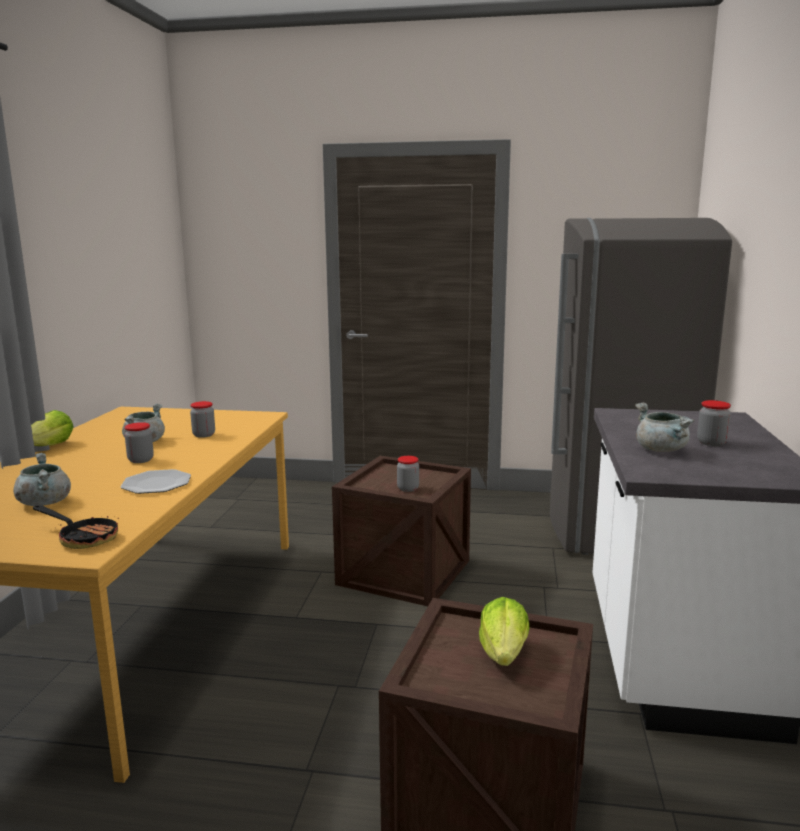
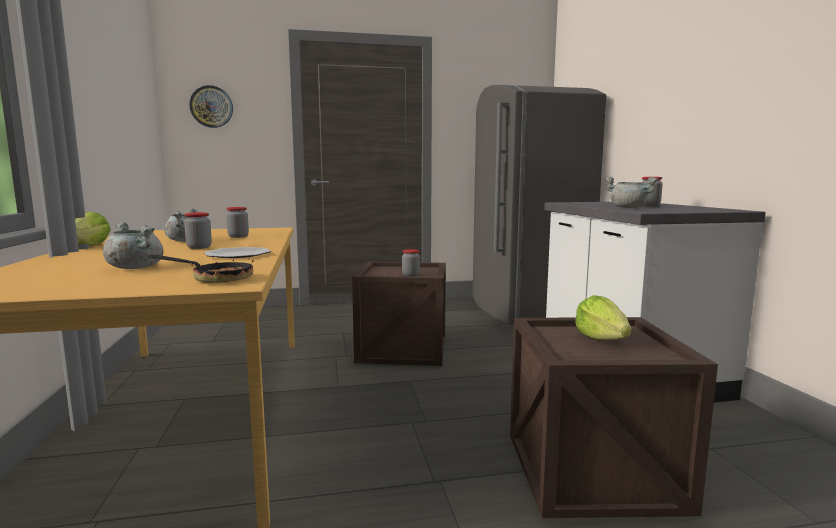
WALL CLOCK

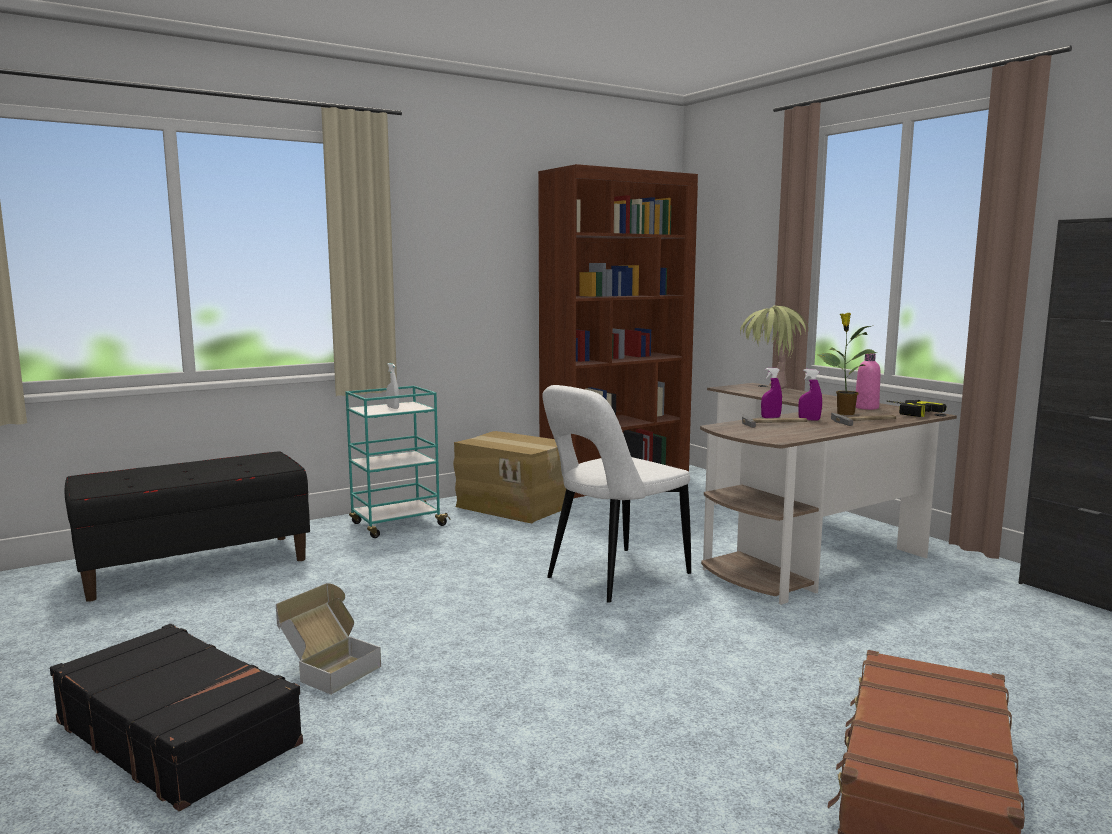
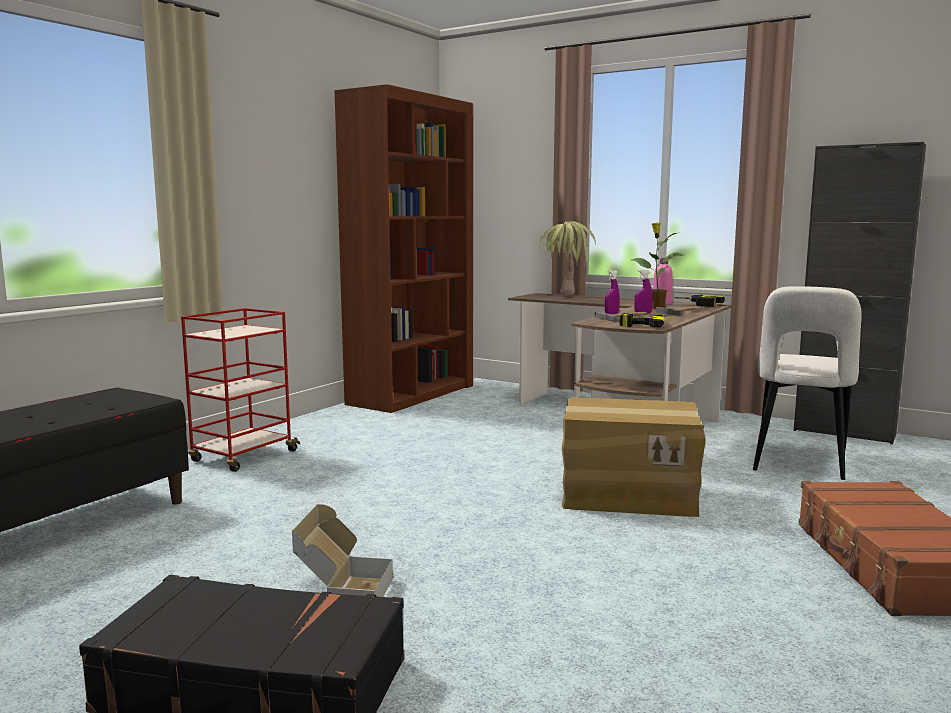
WHITE SPRAY BOTTLE; WHITE CHAIR; RED CART; CARDBOARD BOX (2nd from left); POWER DRILL (1st from left)

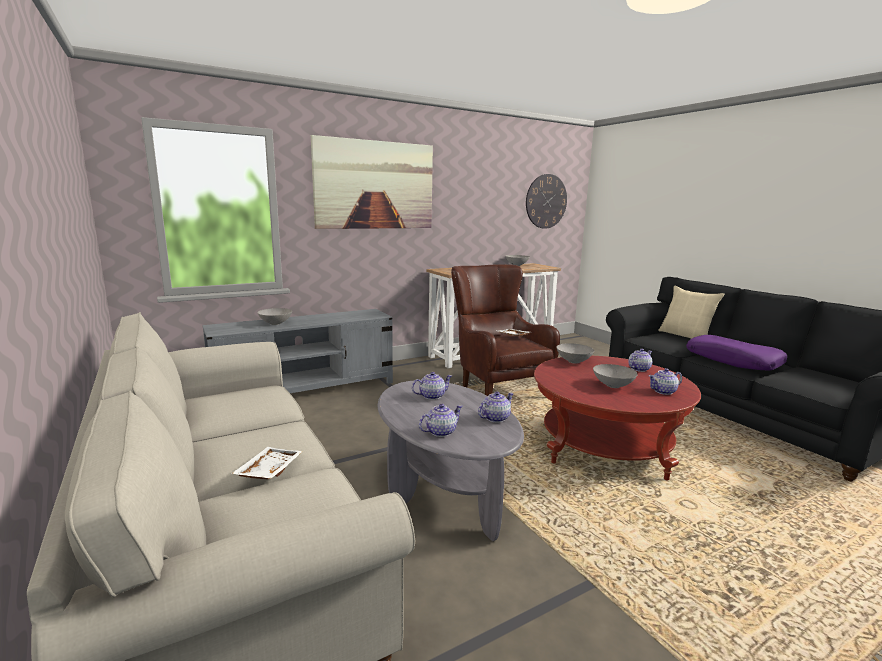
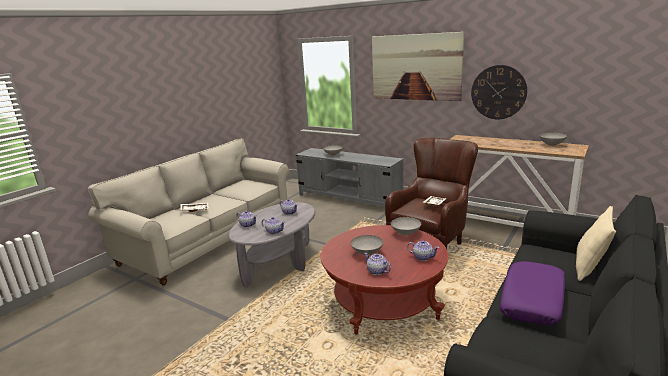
WALL CLOCK

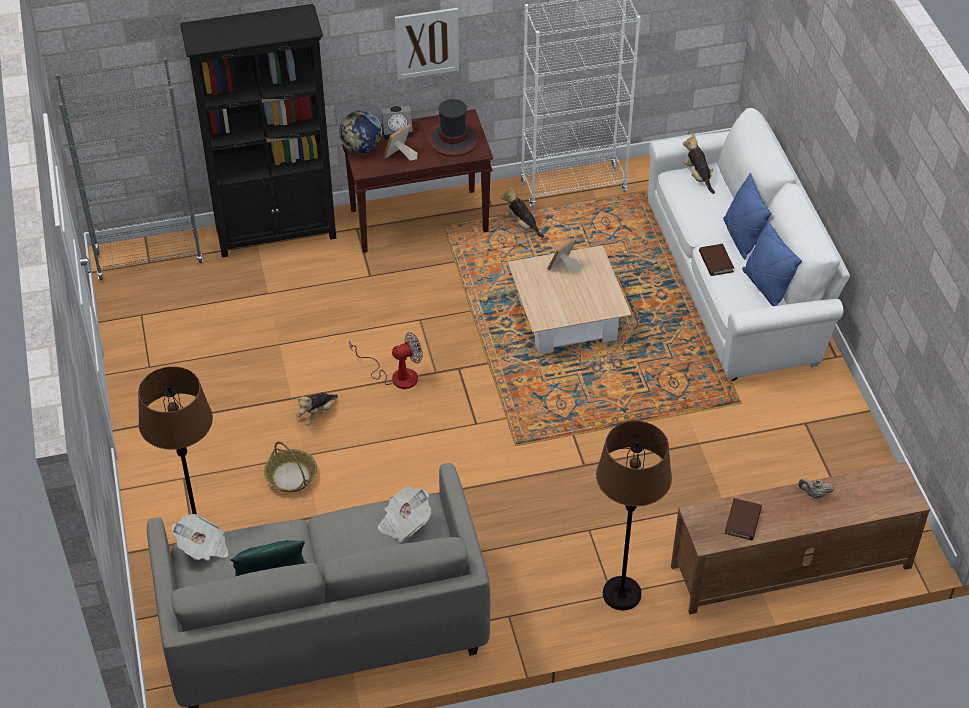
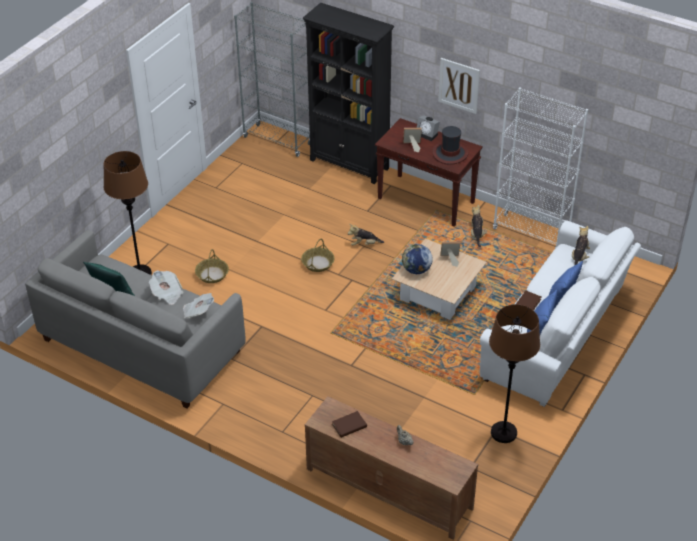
GLOBE; BASKET (2nd from left); PLUSH TOY (1st from left); BROWN FLOOR LAMP (2nd from left); NEWSPAPER (1st from left)

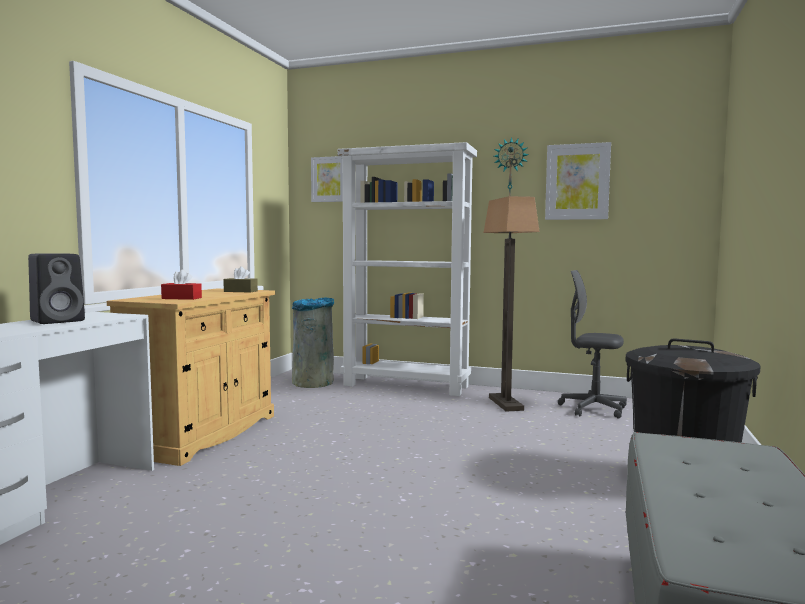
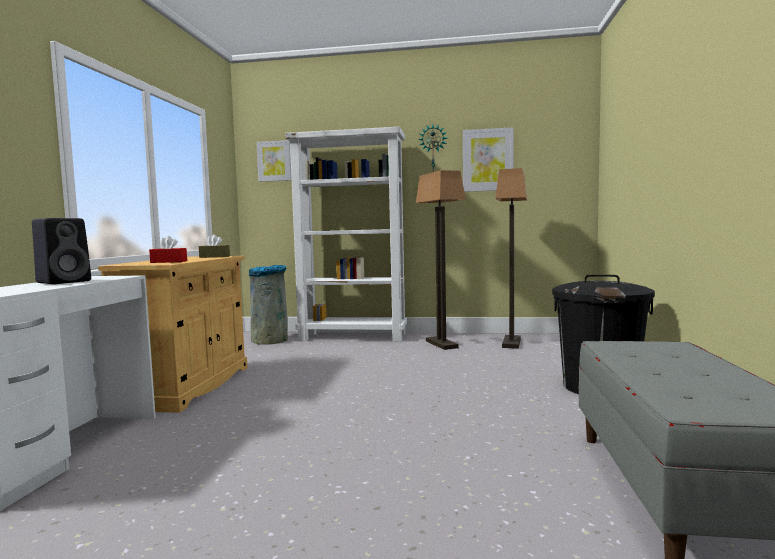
FLOOR LAMP (2nd from left)

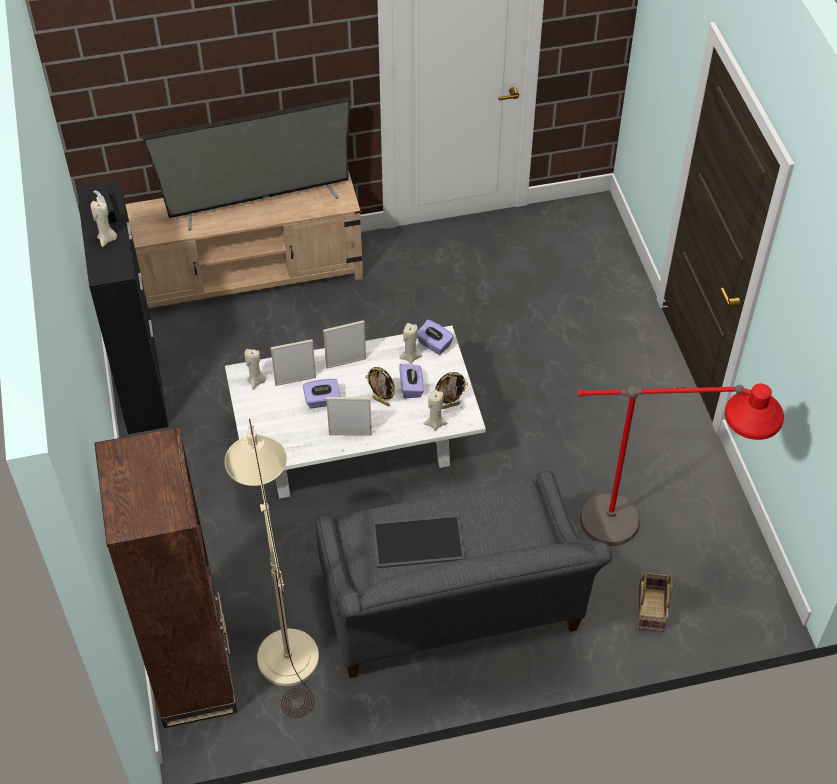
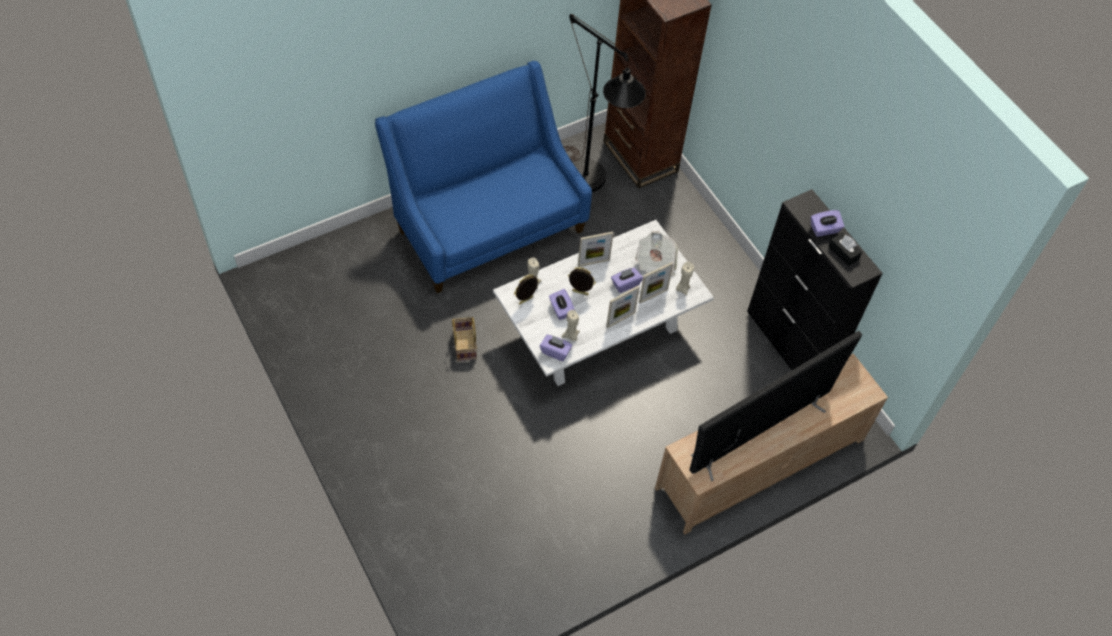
PURPLE TISSUE BOX (4th from left); RED FLOOR LAMP; BLACK FLOOR LAMP; BLUE SOFA; TRAY; BASKET; NEWSPAPER

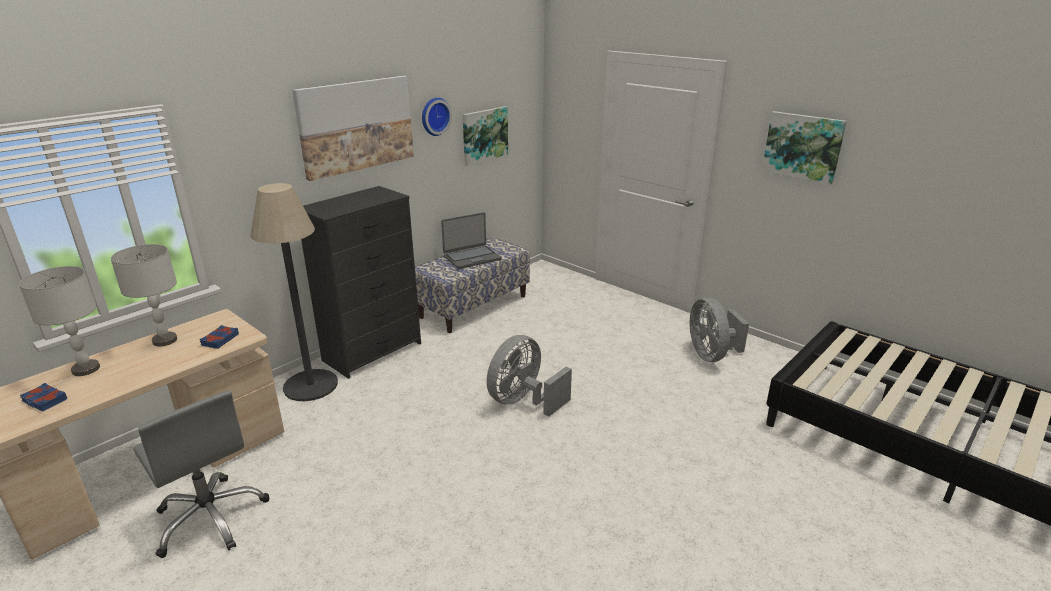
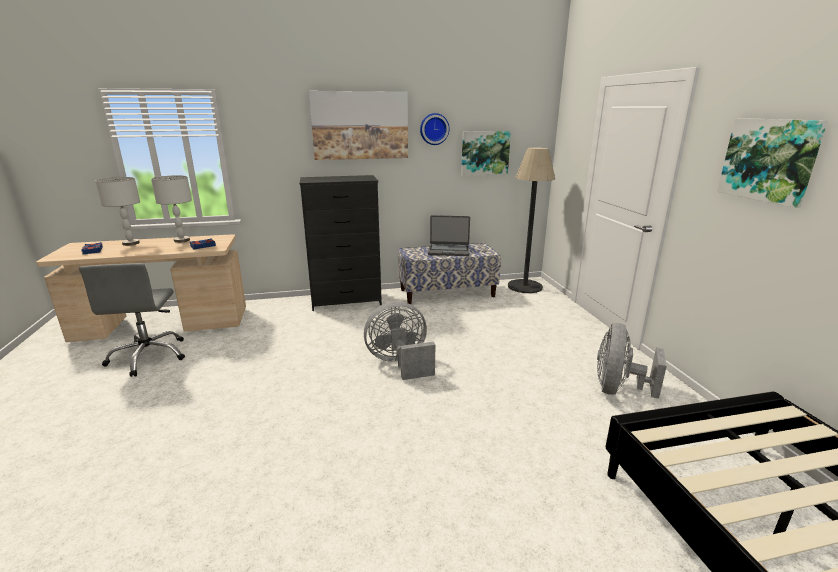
FLOOR LAMP

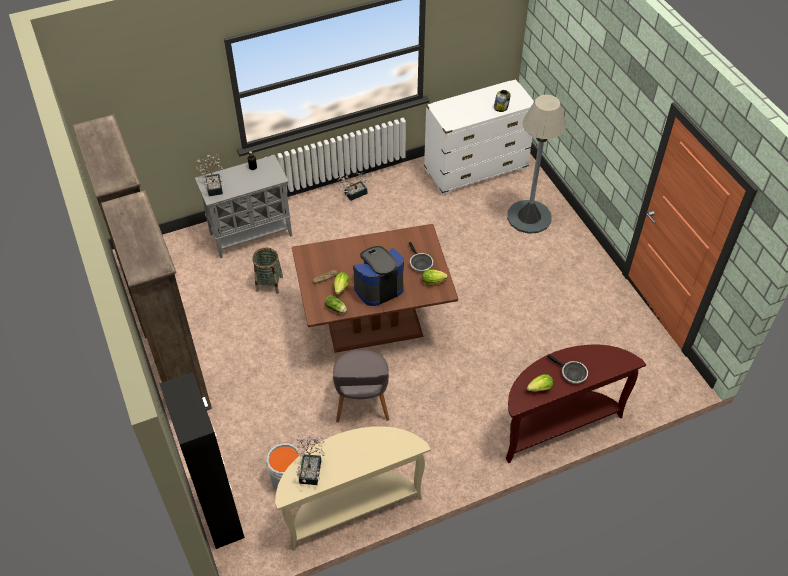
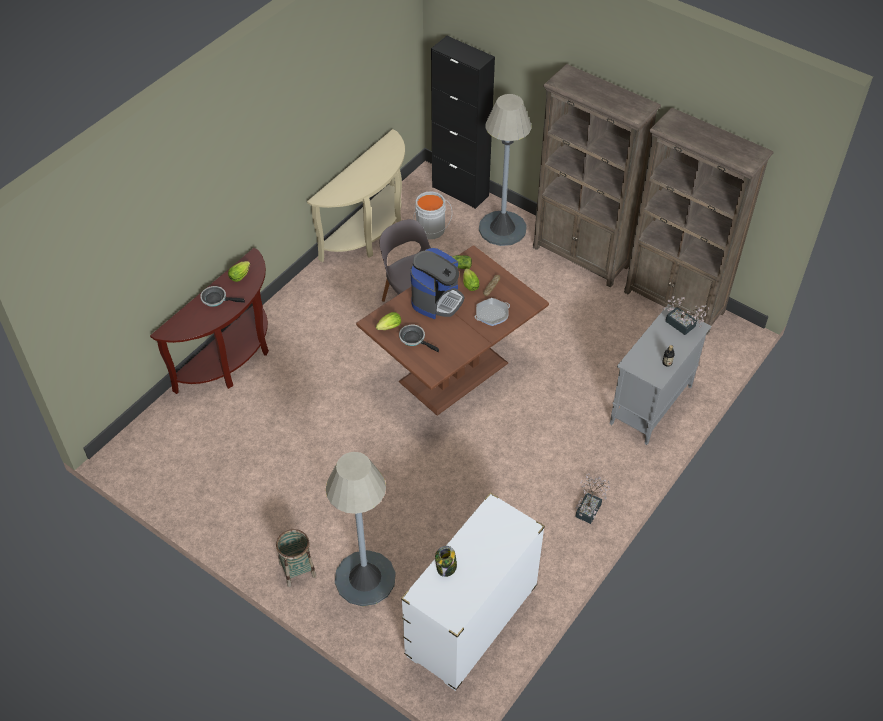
BASKET; POTTED PLANT (2nd from left in the first image); GREY FLOOR LAMP (2nd from left); FRYING PAN (3rd from left)

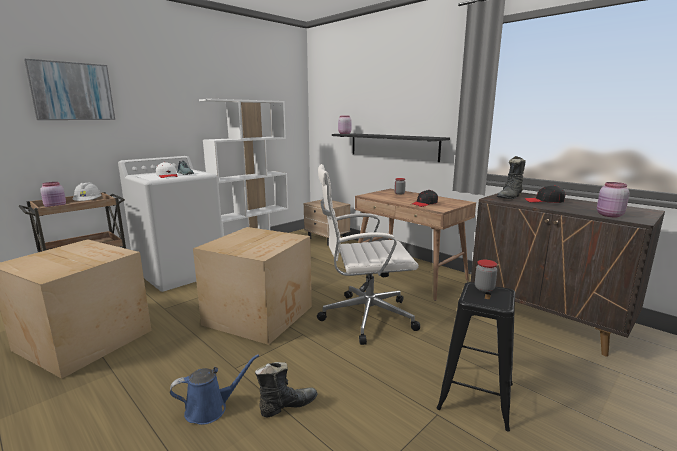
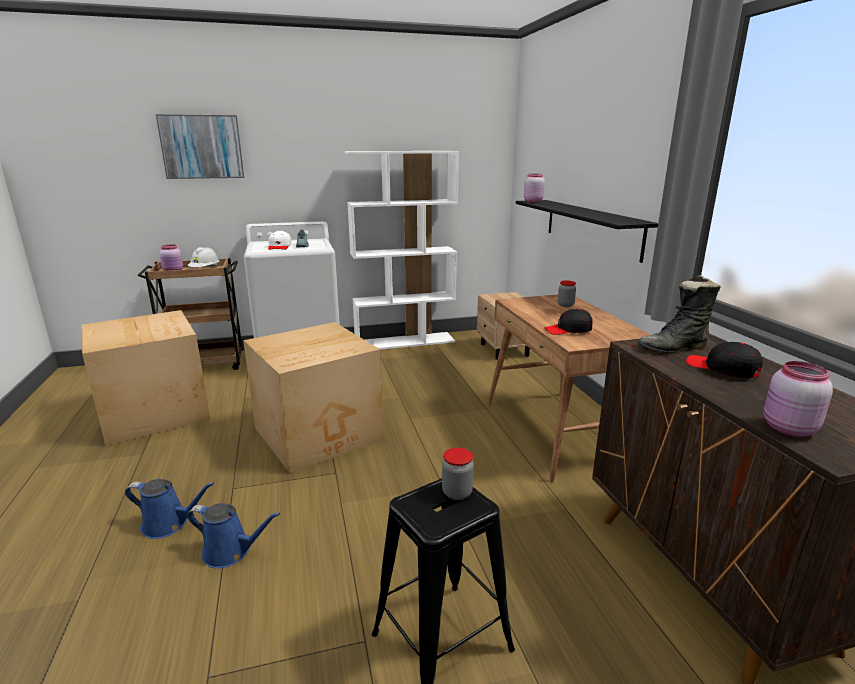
WHITE OFFICE CHAIR; BLUE WATERING CAN (2nd from left)

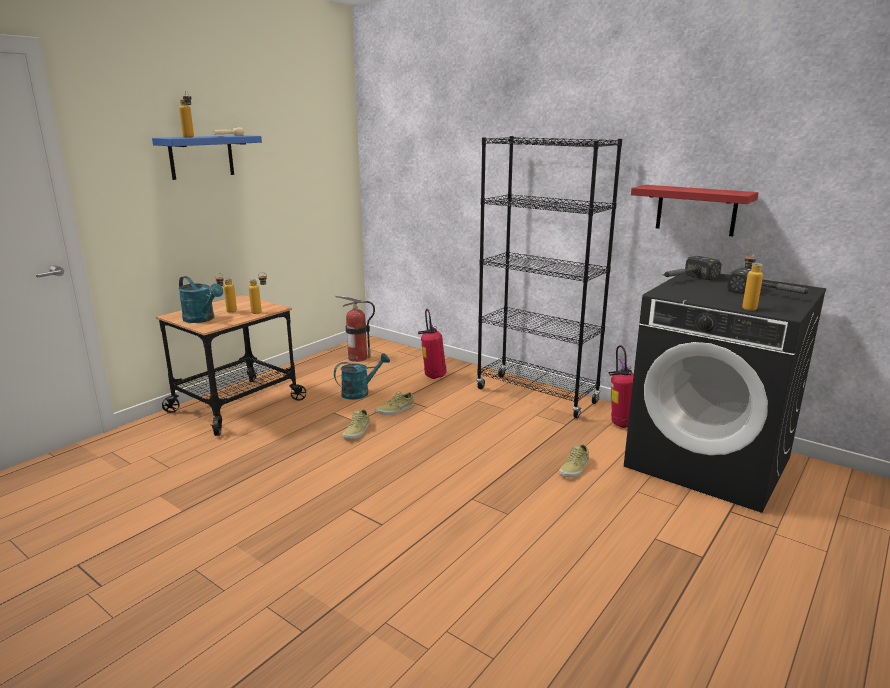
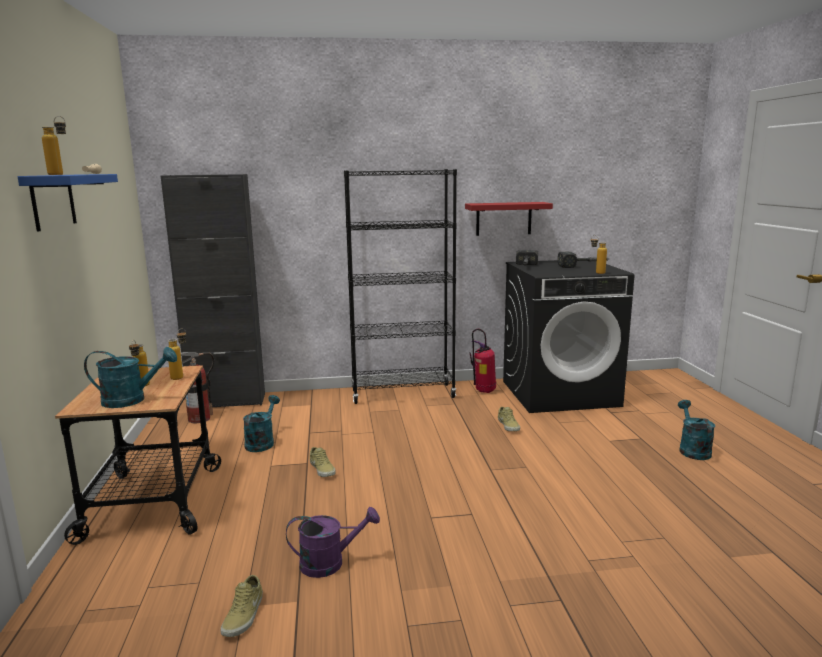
FIRE EXTINGUISHER (2nd from left in the first image); BEIGE SHOE (1st from left); BLACK CABINET; TURQUOISE WATERING CAN (3rd from left); PURPLE WATERING CAN

